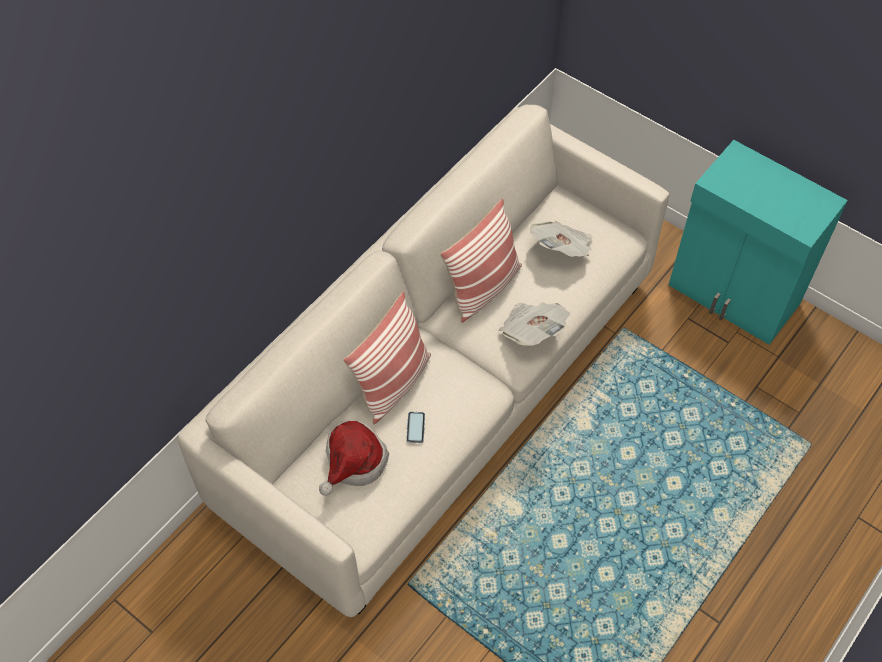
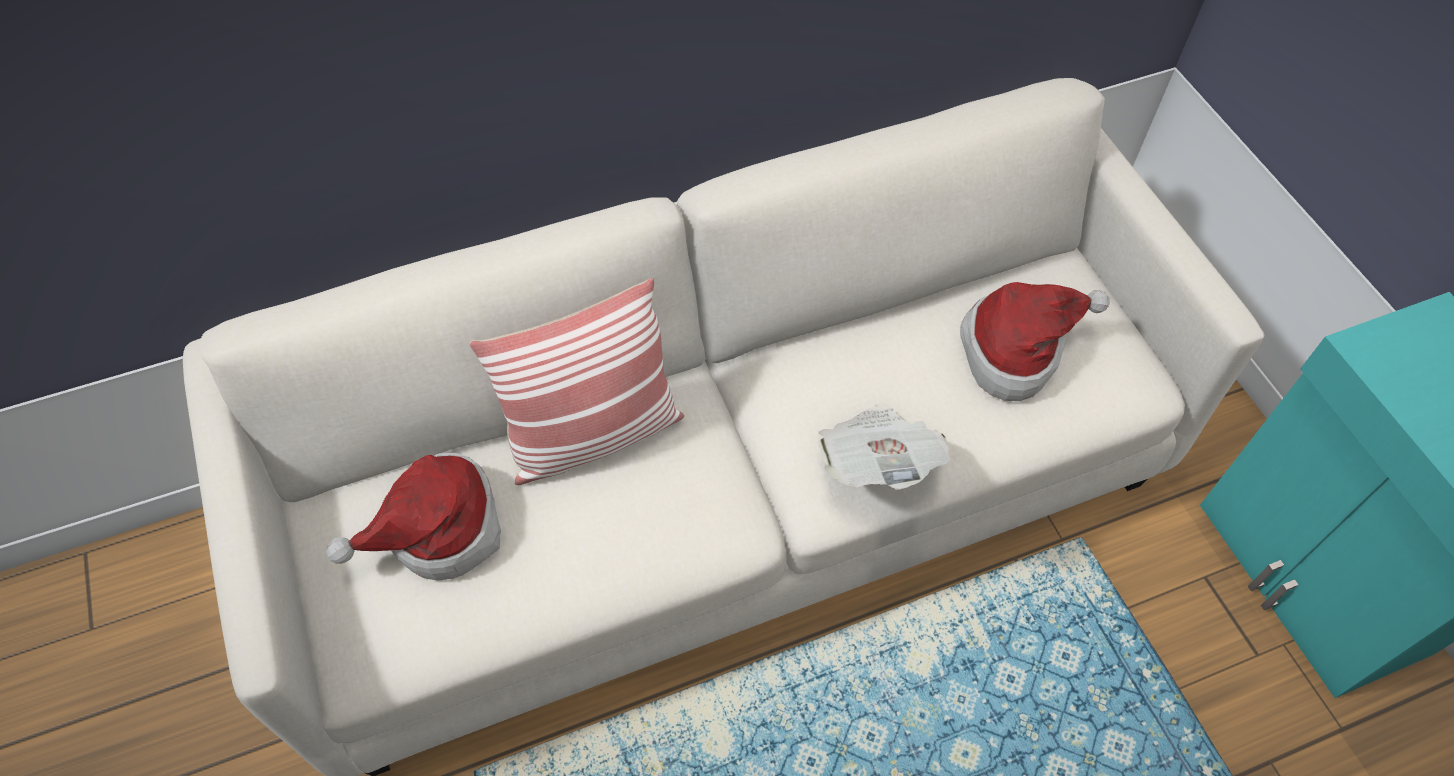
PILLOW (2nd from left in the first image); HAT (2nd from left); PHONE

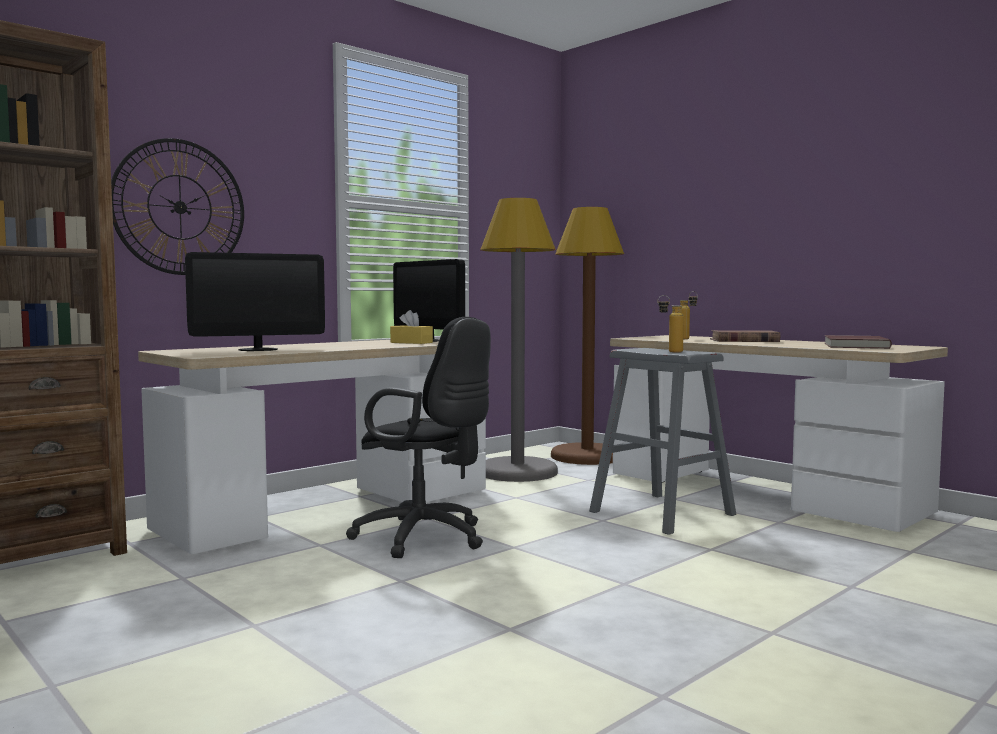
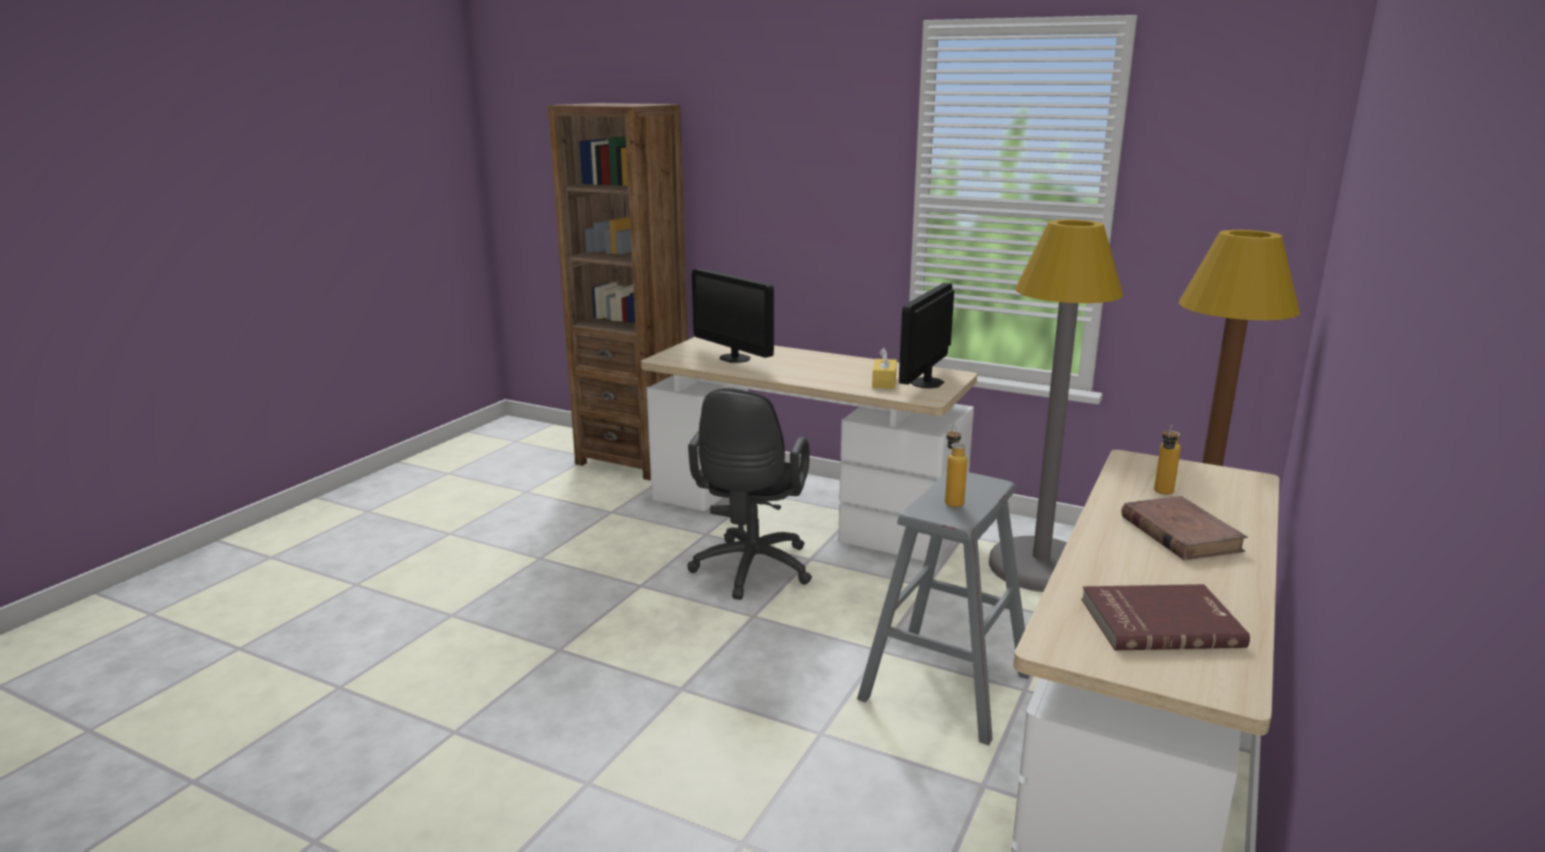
WALL CLOCK

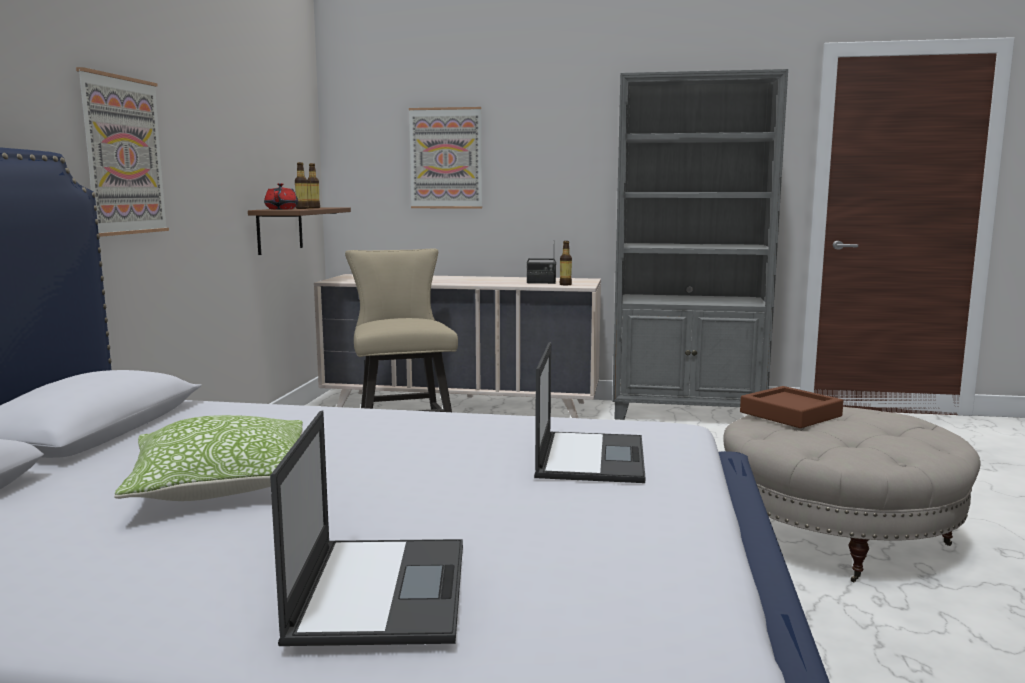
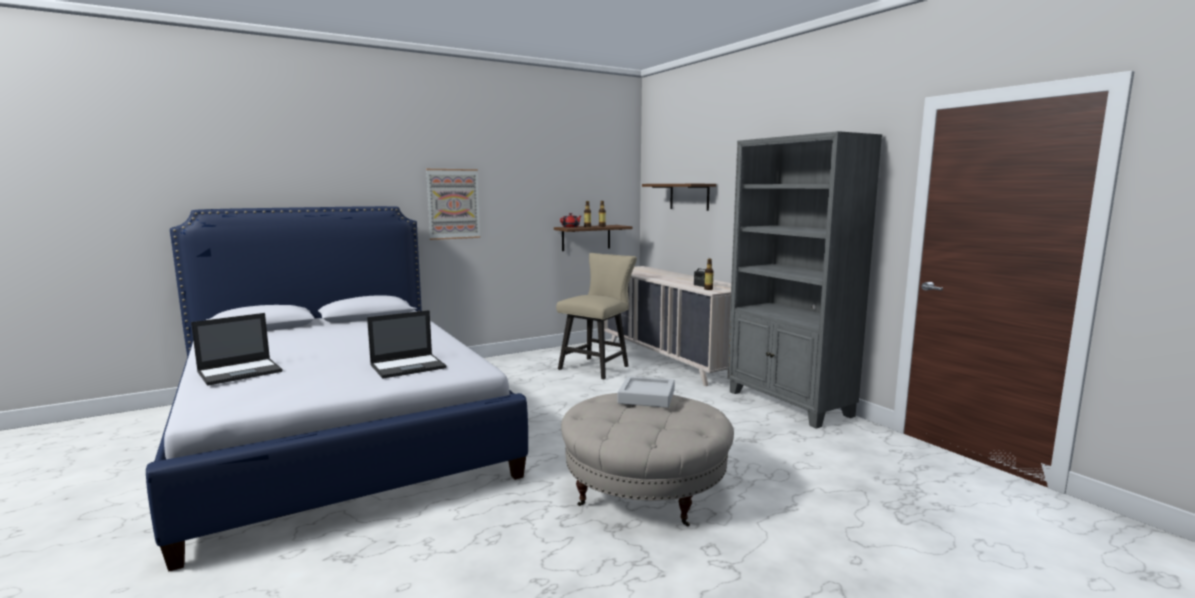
BROWN SHELF (2nd from left); GREY TRAY; PILLOW

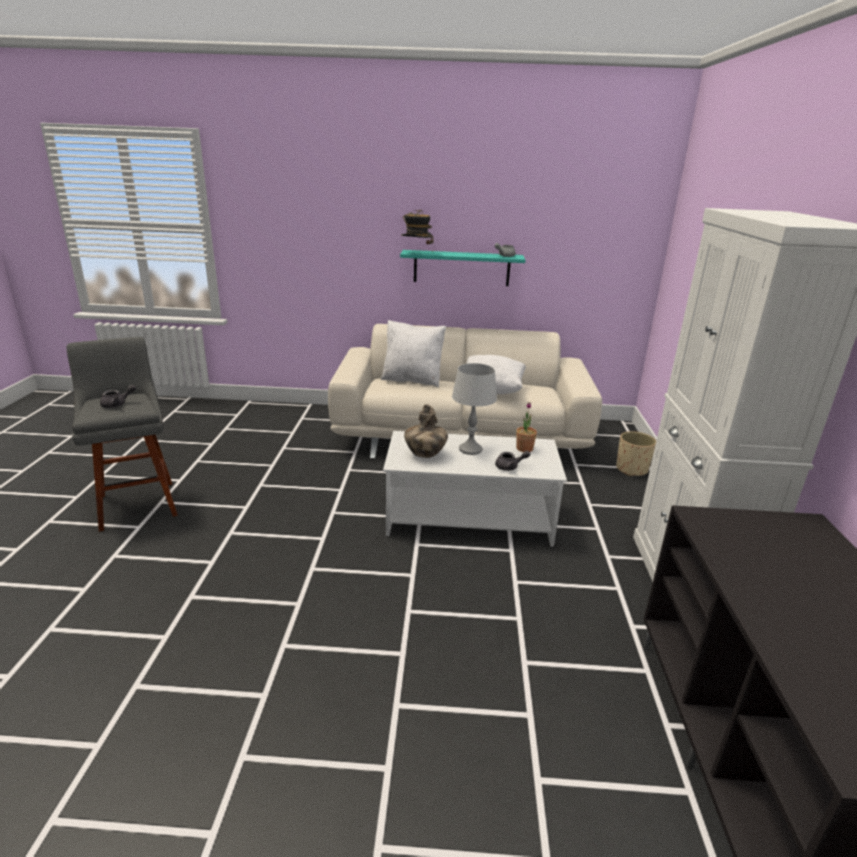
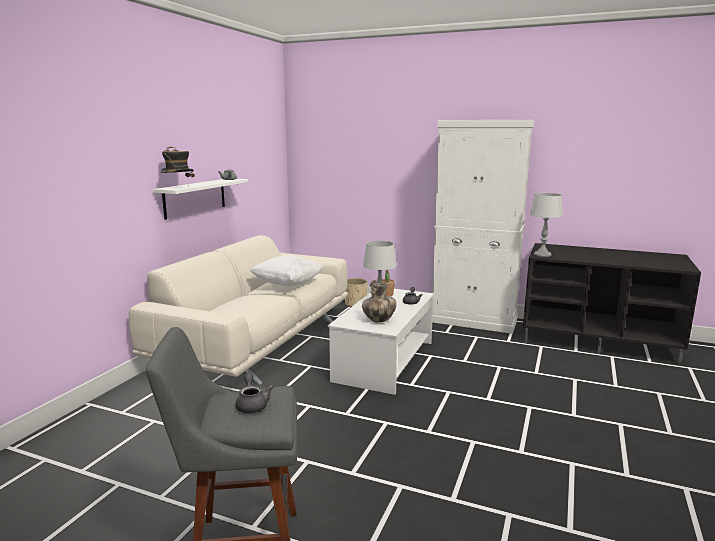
WHITE SHELF; WHITE PILLOW (1st from left in the first image); GREY TABLE LAMP (2nd from left)

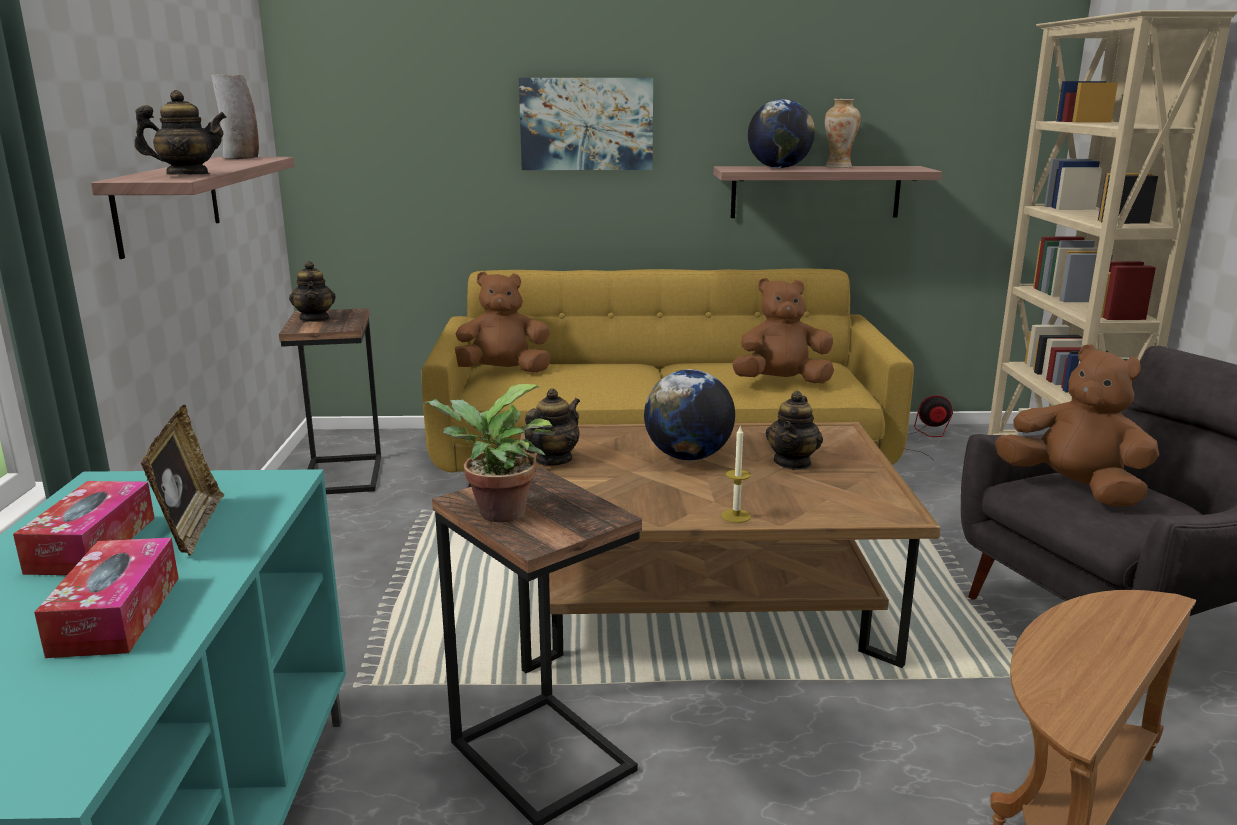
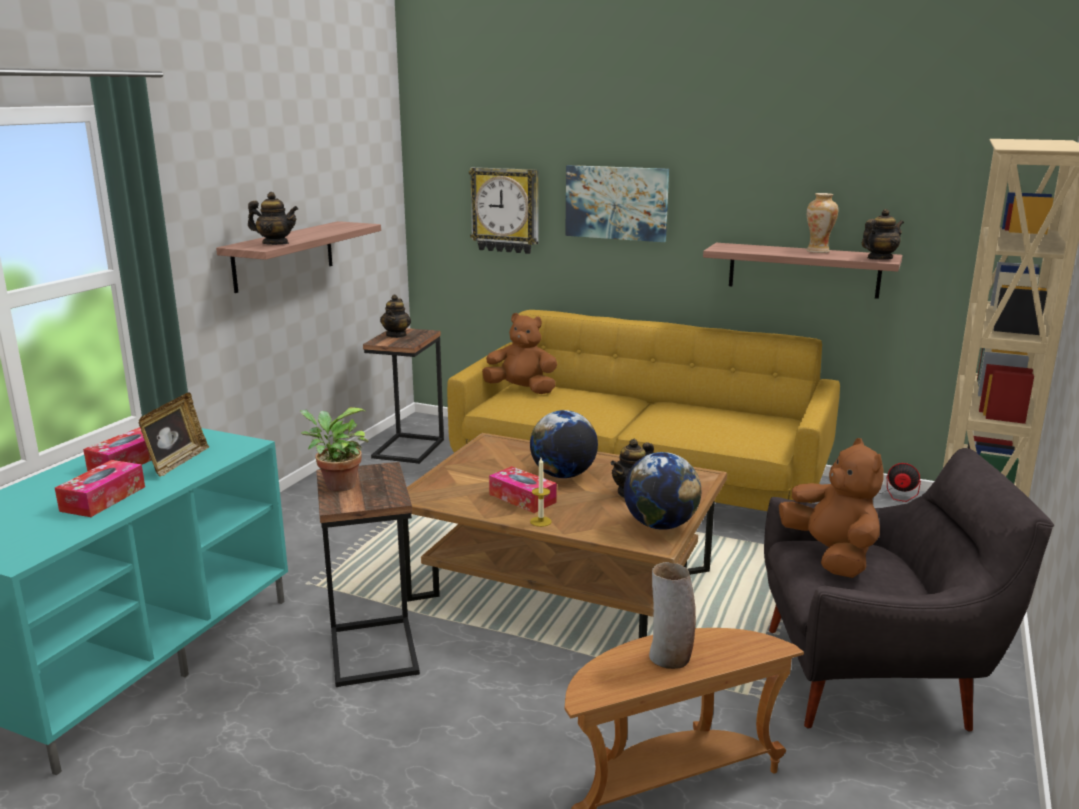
VASE (1st from left); GLOBE (2nd from left); BROWN PLUSH TOY (2nd from left in the first image); TEAPOT (4th from left); WALL CLOCK; TISSUE BOX (3rd from left)

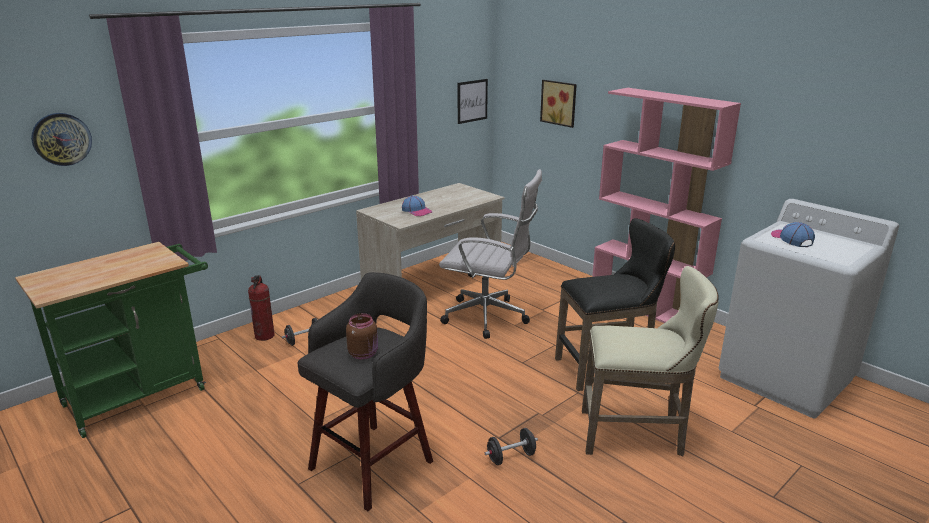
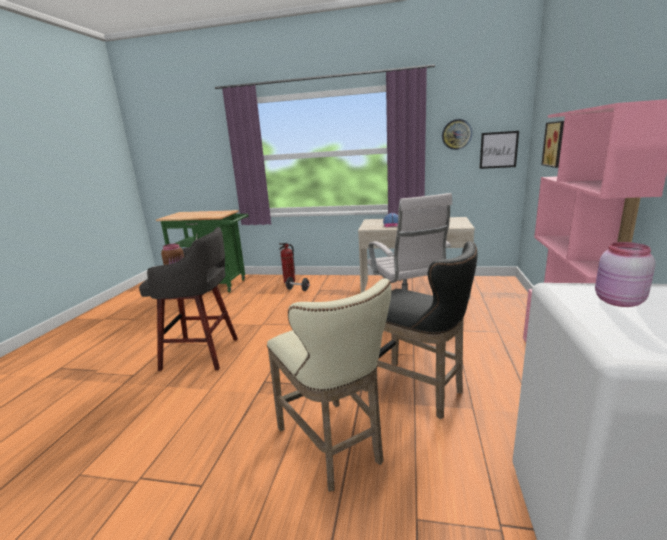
WALL CLOCK; PINK JAR; BLACK DUMBBELL (2nd from left in the first image)

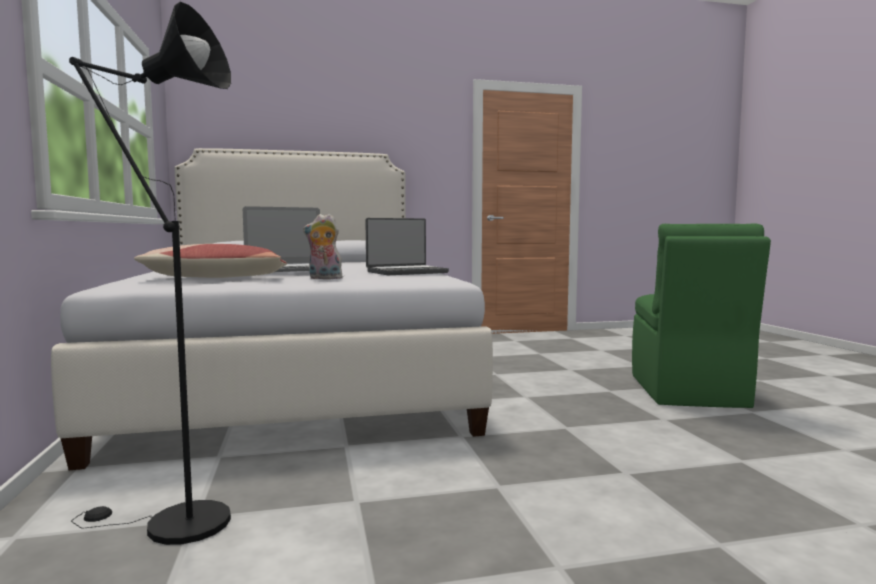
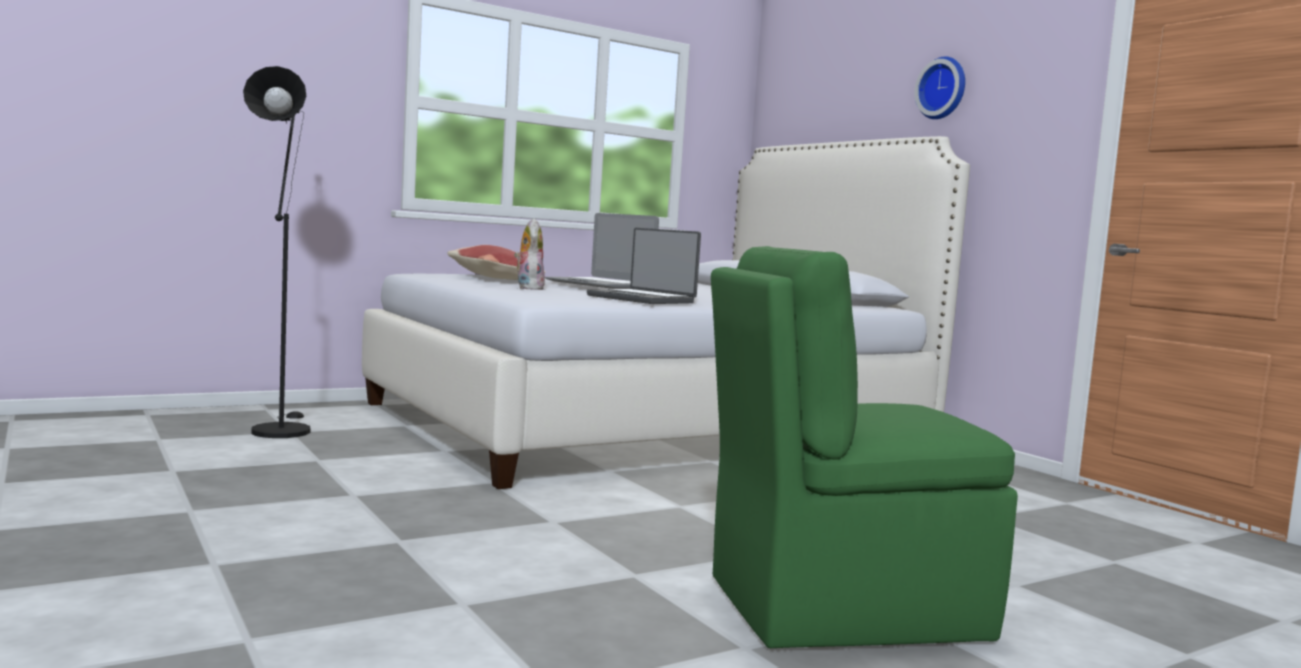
WALL CLOCK

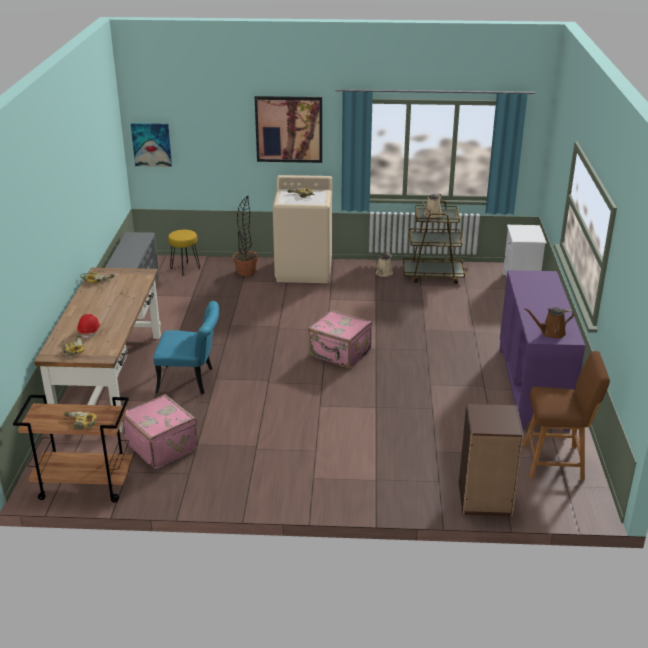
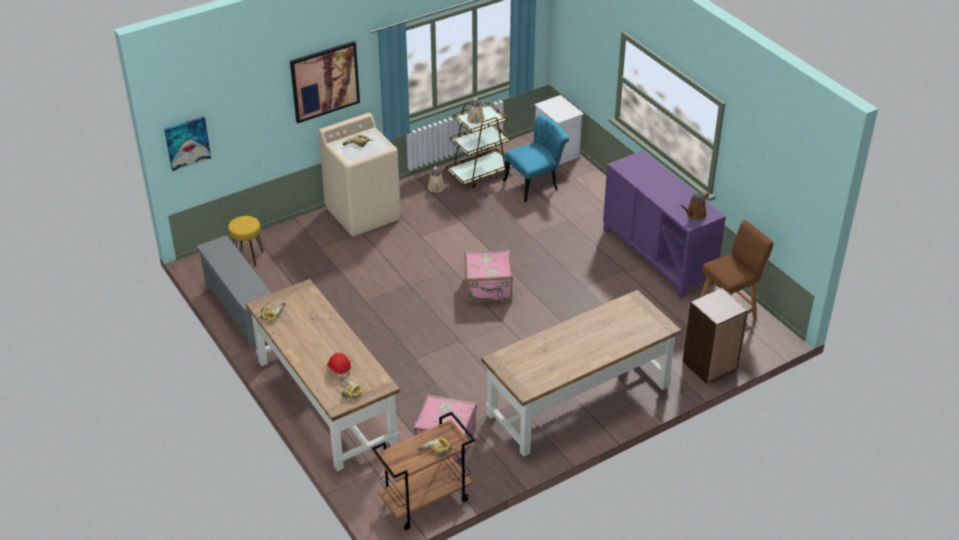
POTTED PLANT; TURQUOISE CHAIR; BROWN DESK (2nd from left)

